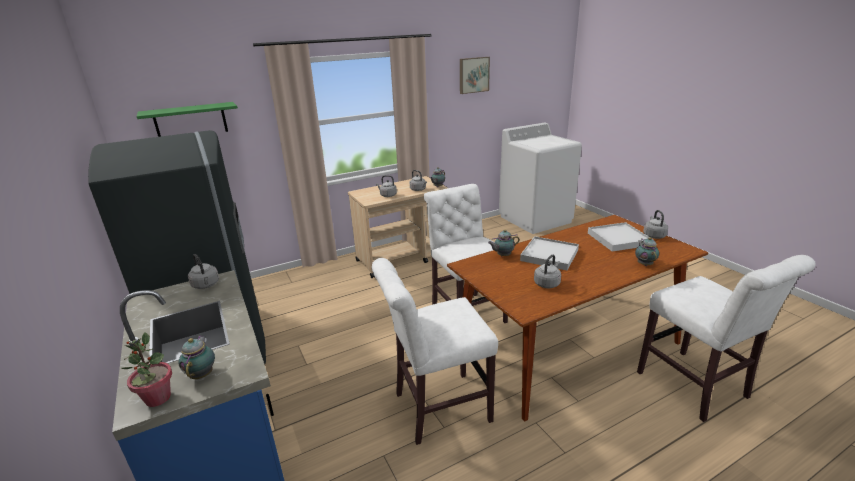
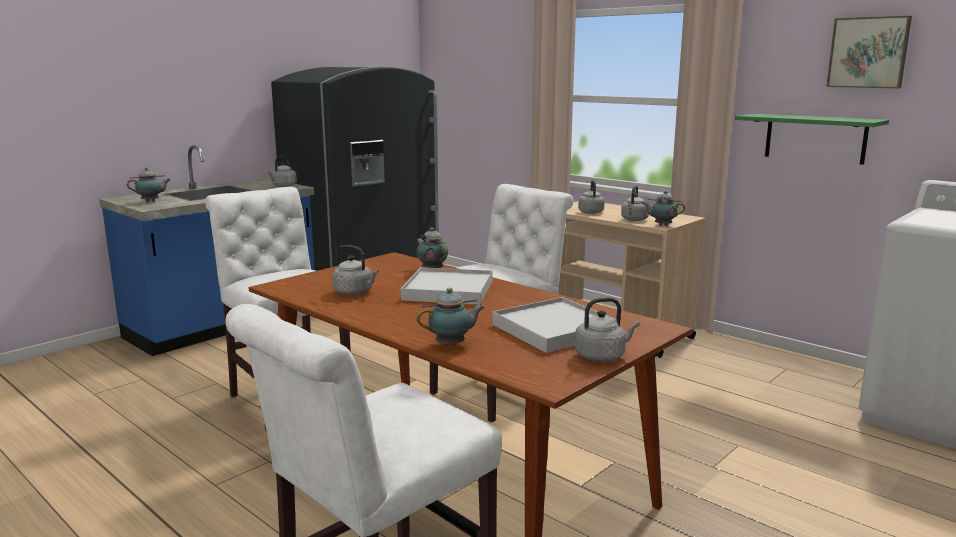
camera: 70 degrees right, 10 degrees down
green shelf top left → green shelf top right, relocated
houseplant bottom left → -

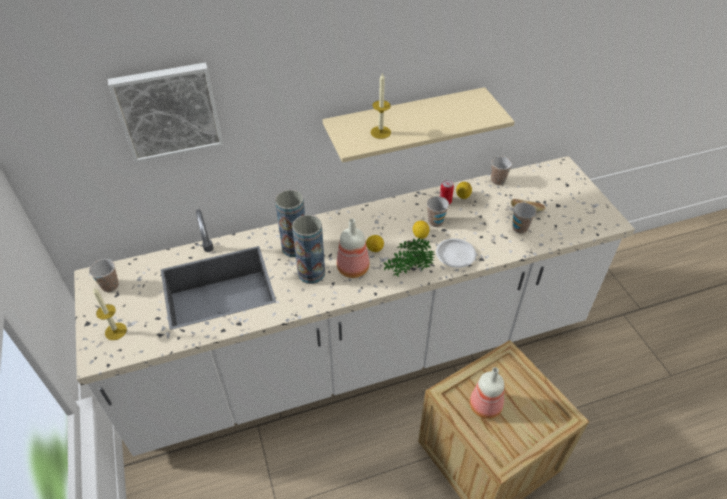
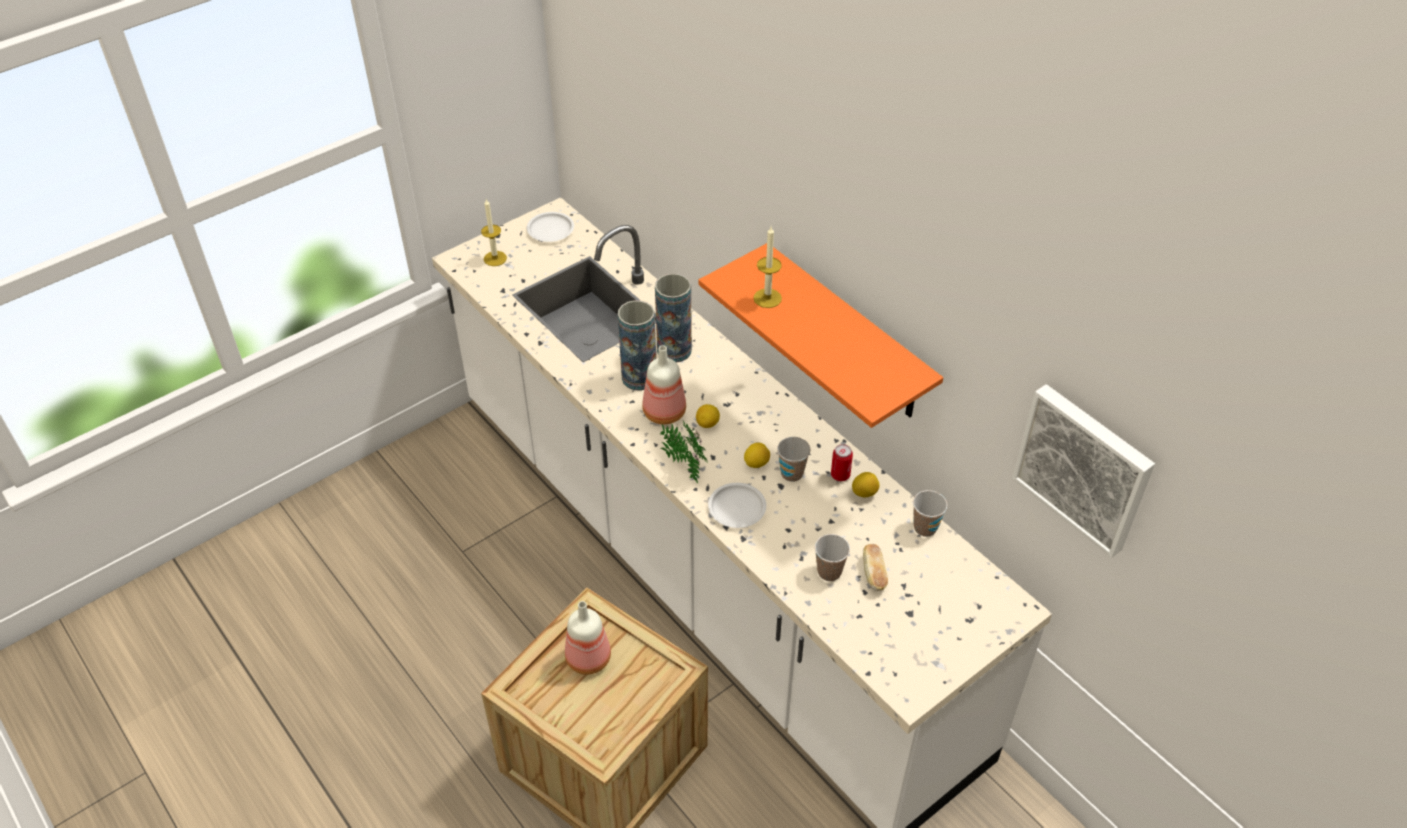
camera: 70 degrees right, 0 degrees up
cup (no. 1 from left) middle left → whitish plate (no. 1 from left) top centre
sand-coloured shelf top centre → orangey shelf centre
picture top left → picture middle right, relocated

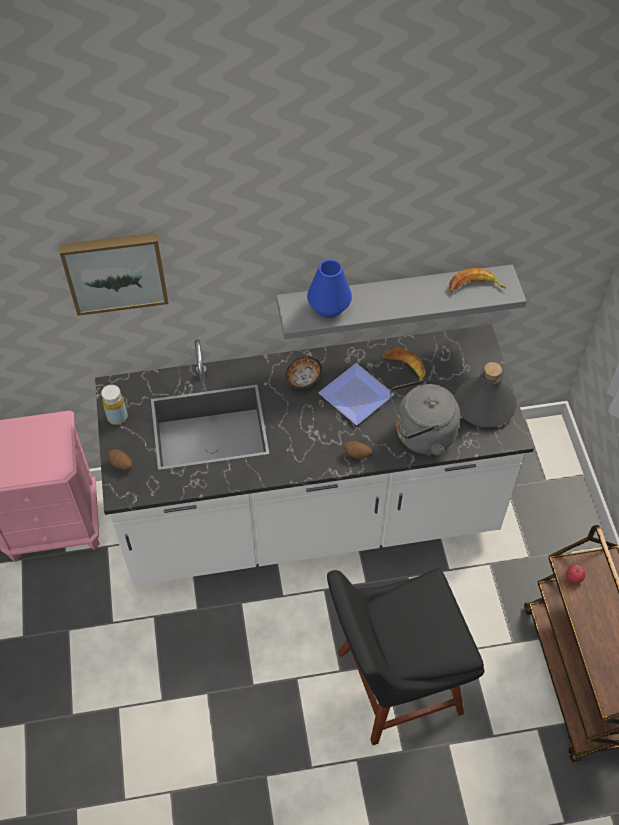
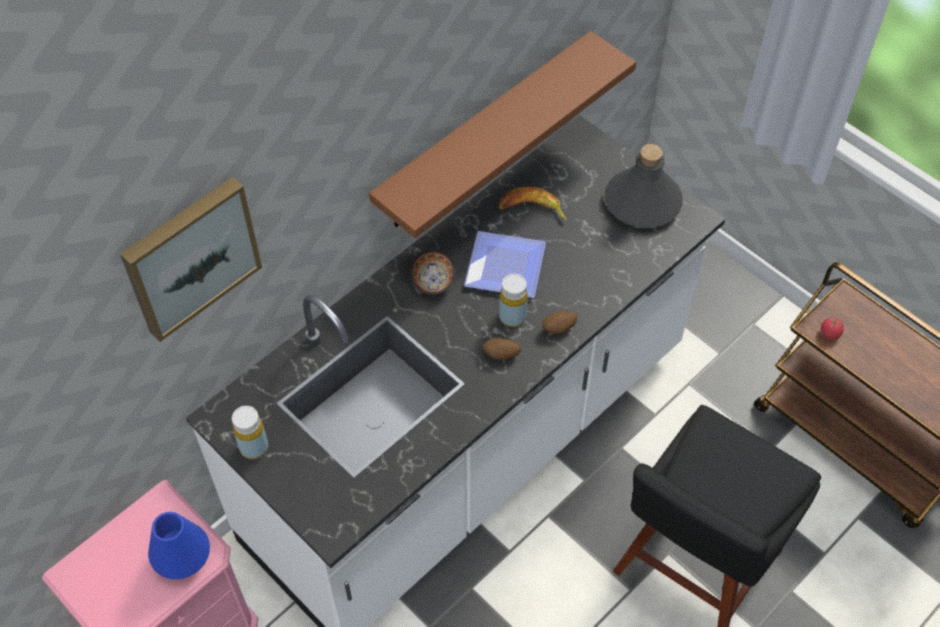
camera: 35 degrees left, 0 degrees up
bluish vase centre → bluish vase bottom left, relocated
greyish shelf centre → brownish shelf top centre
whole potato (no. 1 from left) middle left → whole potato (no. 1 from left) centre, relocated
- → yellow beverage bottle (no. 2 from left) centre
greyish water kettle middle right → -
whole banana (no. 2 from left) middle right → -

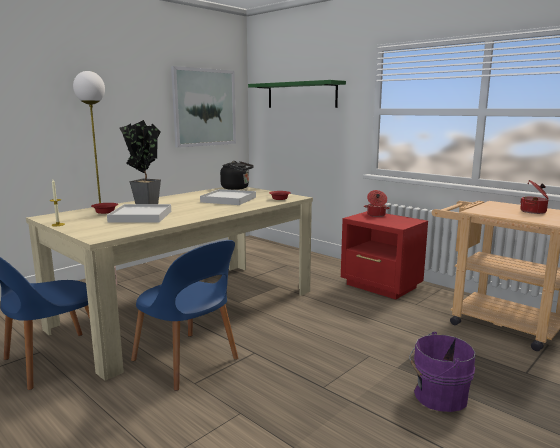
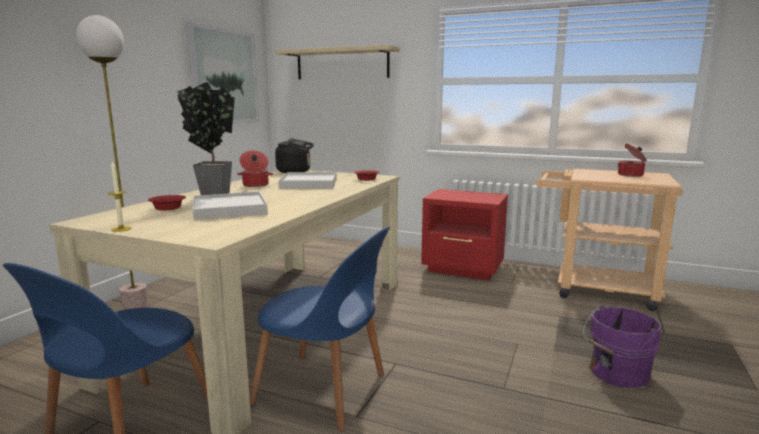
camera: 20 degrees left, 0 degrees up
cooking pot (no. 1 from left) middle right → cooking pot (no. 1 from left) centre, relocated
green shelf top centre → sand-coloured shelf top centre

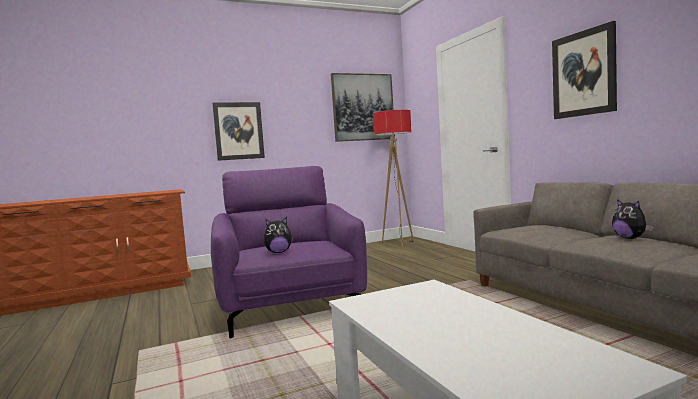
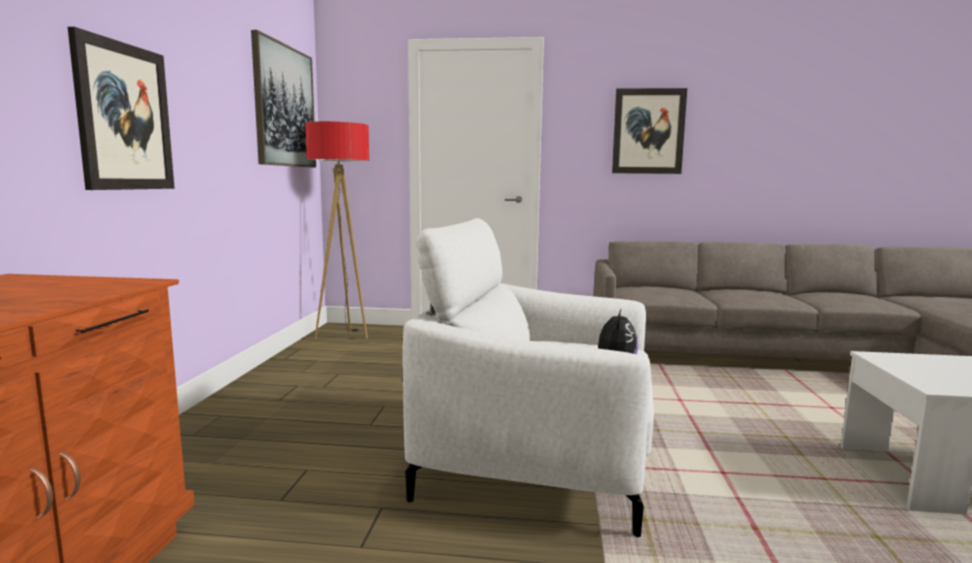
camera: 60 degrees left, 5 degrees up
purple-coloured armchair centre → whitish armchair bottom centre
plush toy (no. 2 from left) middle right → -

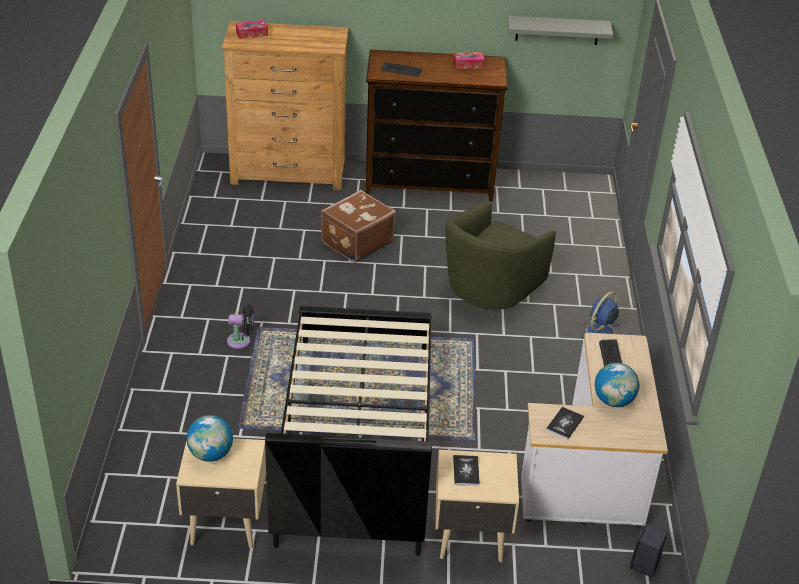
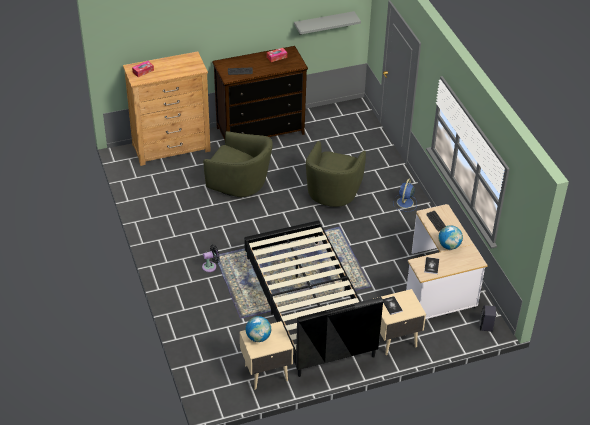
camera: 20 degrees left, 5 degrees up
brownish piece of luggage centre → green armchair (no. 1 from left) centre

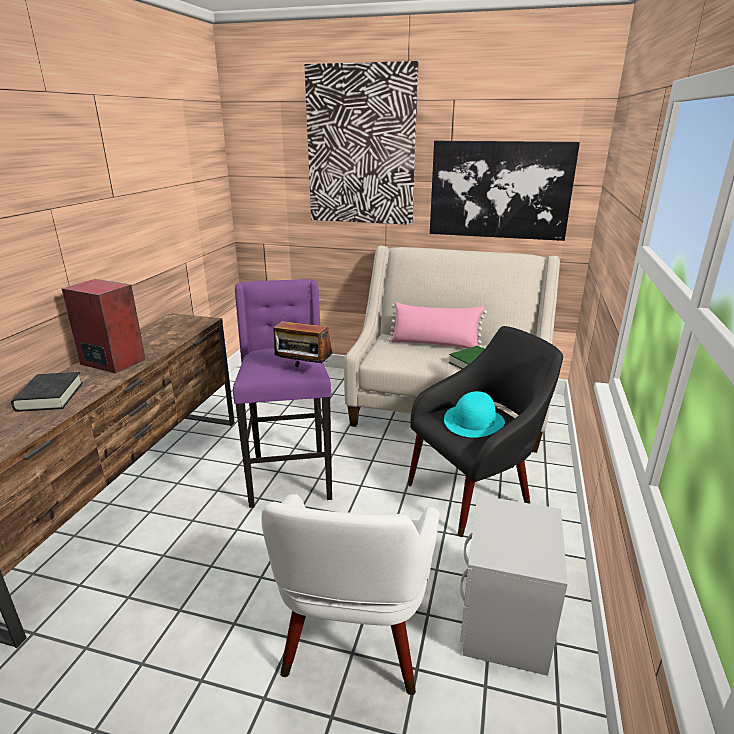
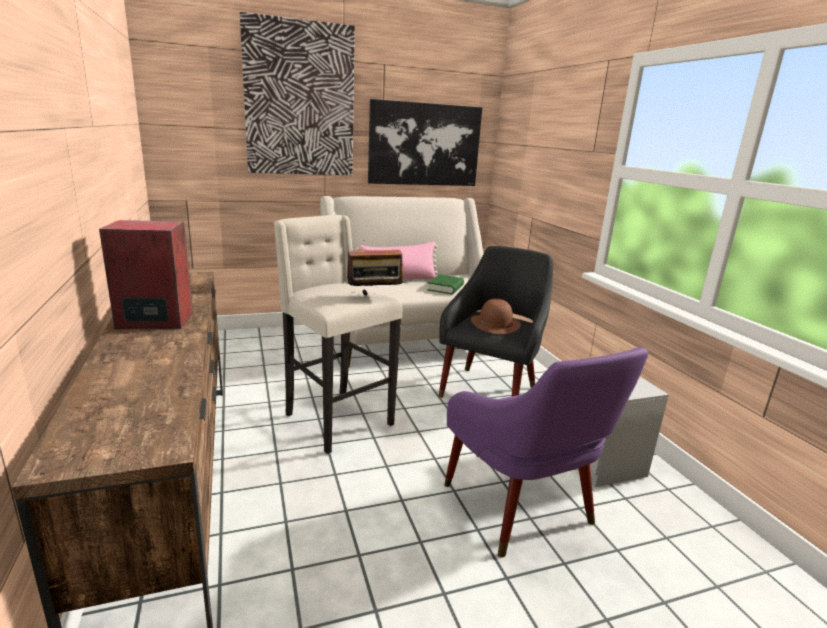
camera: 35 degrees left, 5 degrees down
purple-coloured stool centre → sand-coloured stool centre
whitish armchair bottom centre → purple-coloured armchair bottom centre
turquoise-coloured clothing hat centre → brownish clothing hat centre
black-coloured volume middle left → -

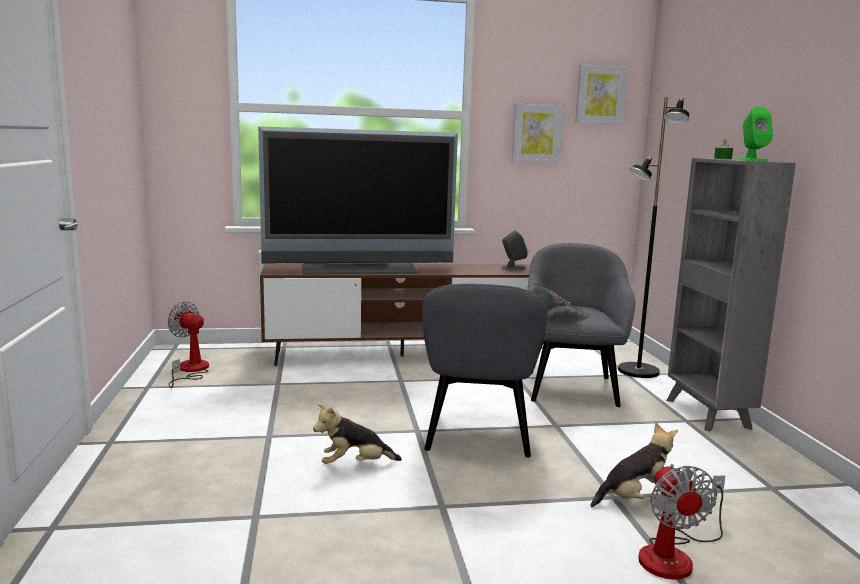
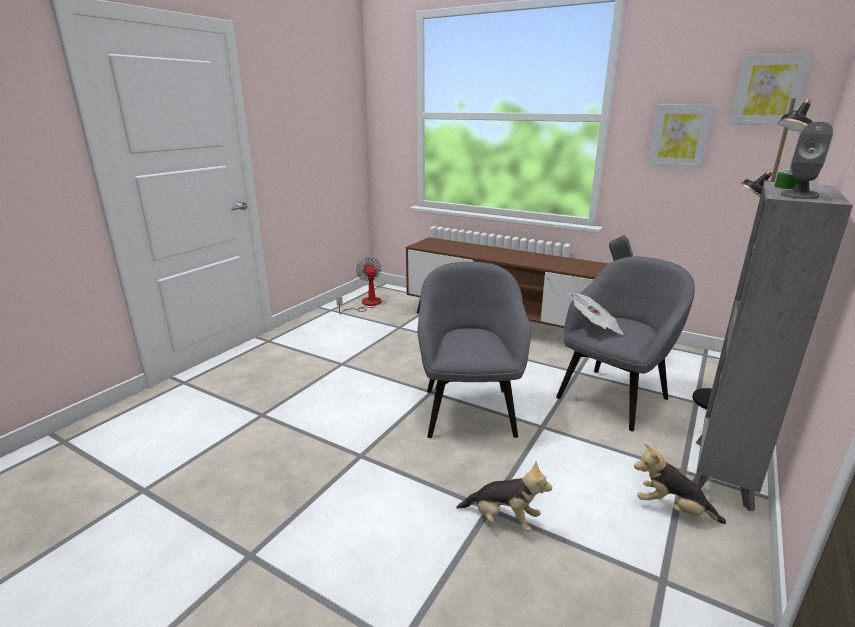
camera: 40 degrees right, 10 degrees up
greyish armchair (no. 1 from left) centre, 135 degrees clockwise
plush toy (no. 1 from left in the first image) bottom centre → plush toy (no. 2 from left) bottom right, relocated
green audio speaker top right → greyish audio speaker (no. 2 from left) top right
TV set centre → -
fan (no. 2 from left) bottom right → -

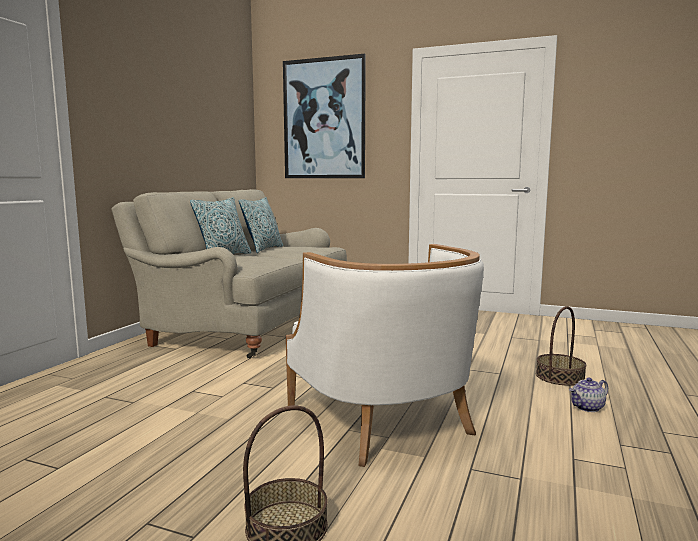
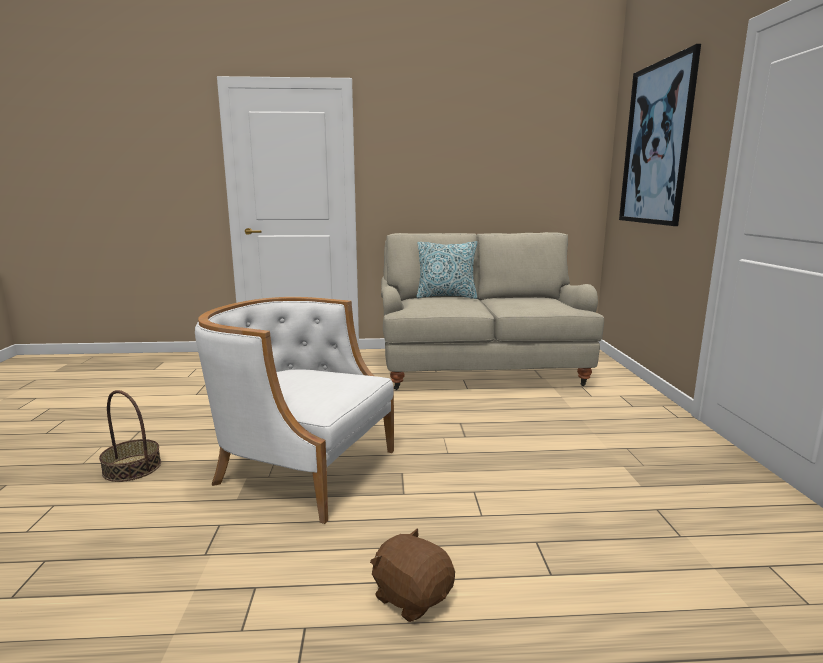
camera: 65 degrees right, 5 degrees up
whitish armchair centre, 75 degrees clockwise
tea pot bottom right → brownish plush toy bottom centre
cushion (no. 2 from left) centre → -
basket (no. 2 from left) middle right → -

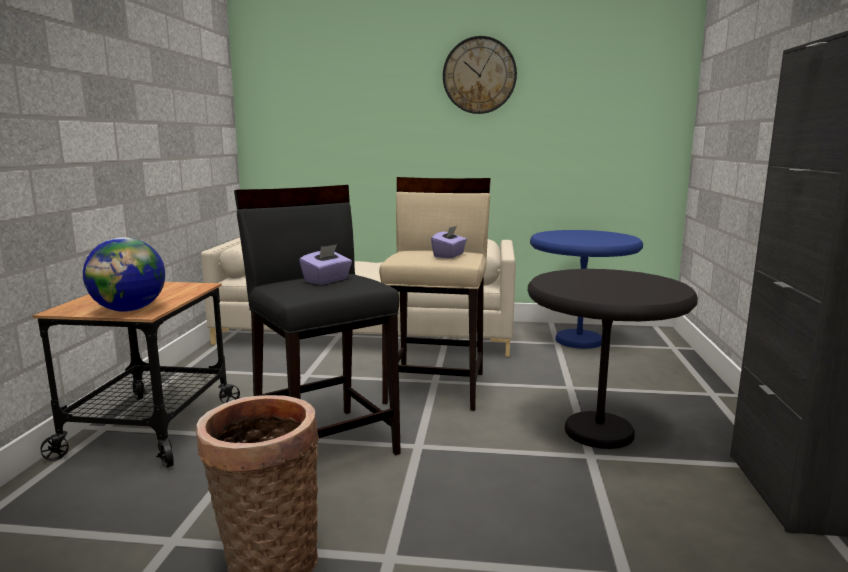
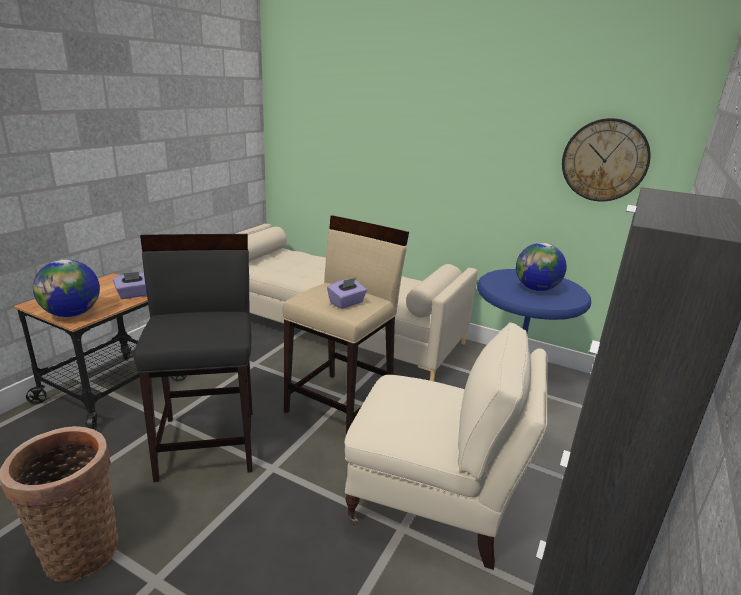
camera: 20 degrees right, 10 degrees up
purple-coloured box of tissues (no. 1 from left) centre → purple-coloured box of tissues (no. 1 from left) middle left, relocated
black-coloured end table middle right → sand-coloured armchair bottom centre
- → world globe (no. 2 from left) middle right
hanging clock top centre → hanging clock top right, relocated

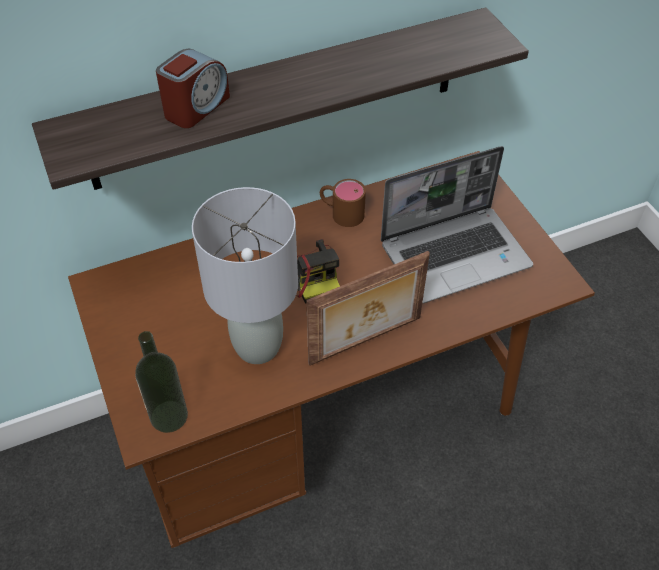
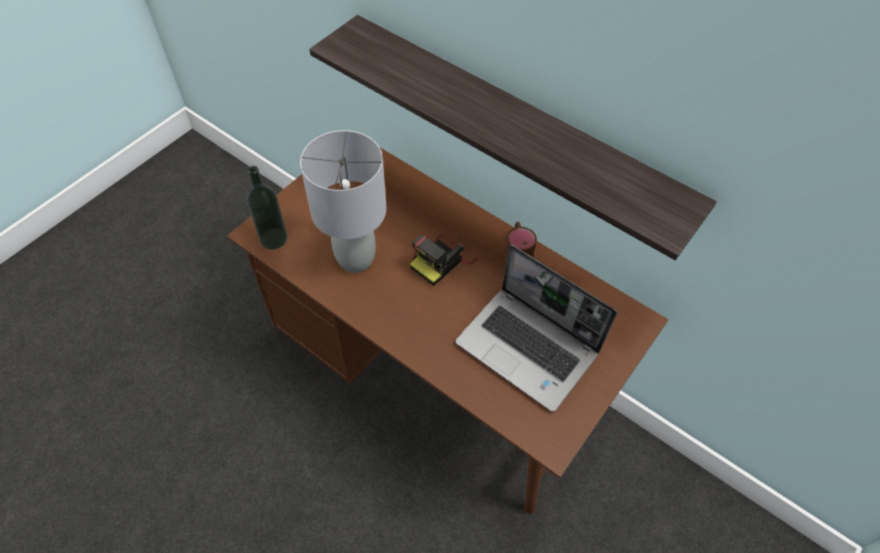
camera: 60 degrees right, 5 degrees up
table clock top left → -
standing frame centre → -

